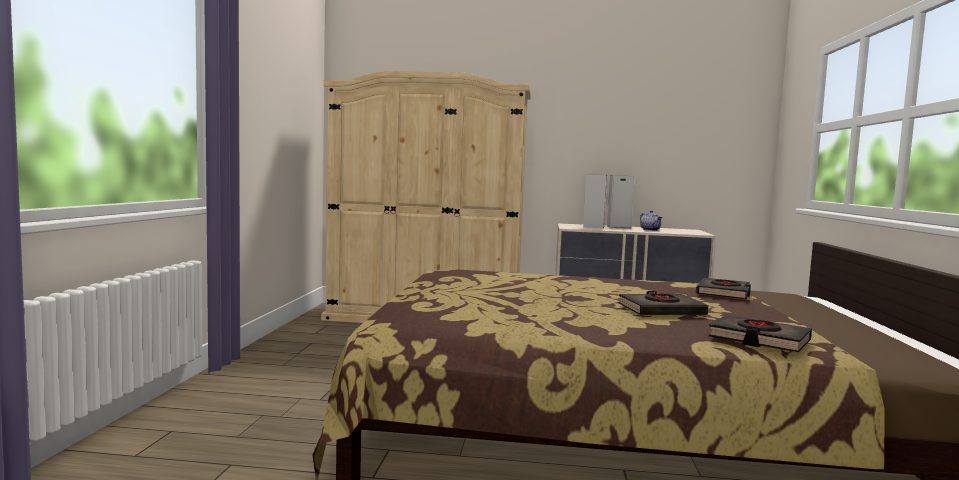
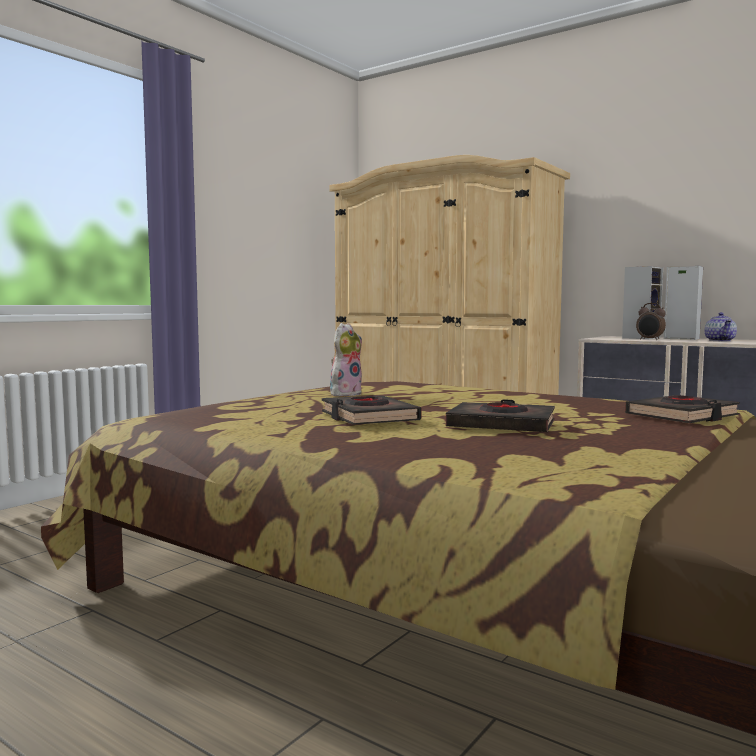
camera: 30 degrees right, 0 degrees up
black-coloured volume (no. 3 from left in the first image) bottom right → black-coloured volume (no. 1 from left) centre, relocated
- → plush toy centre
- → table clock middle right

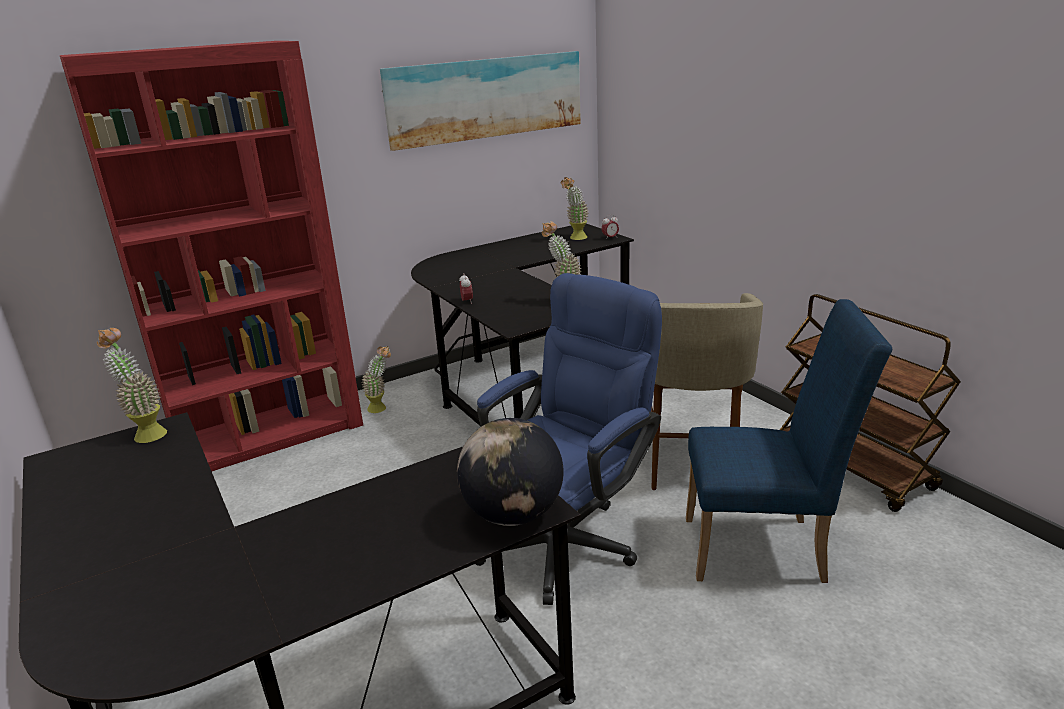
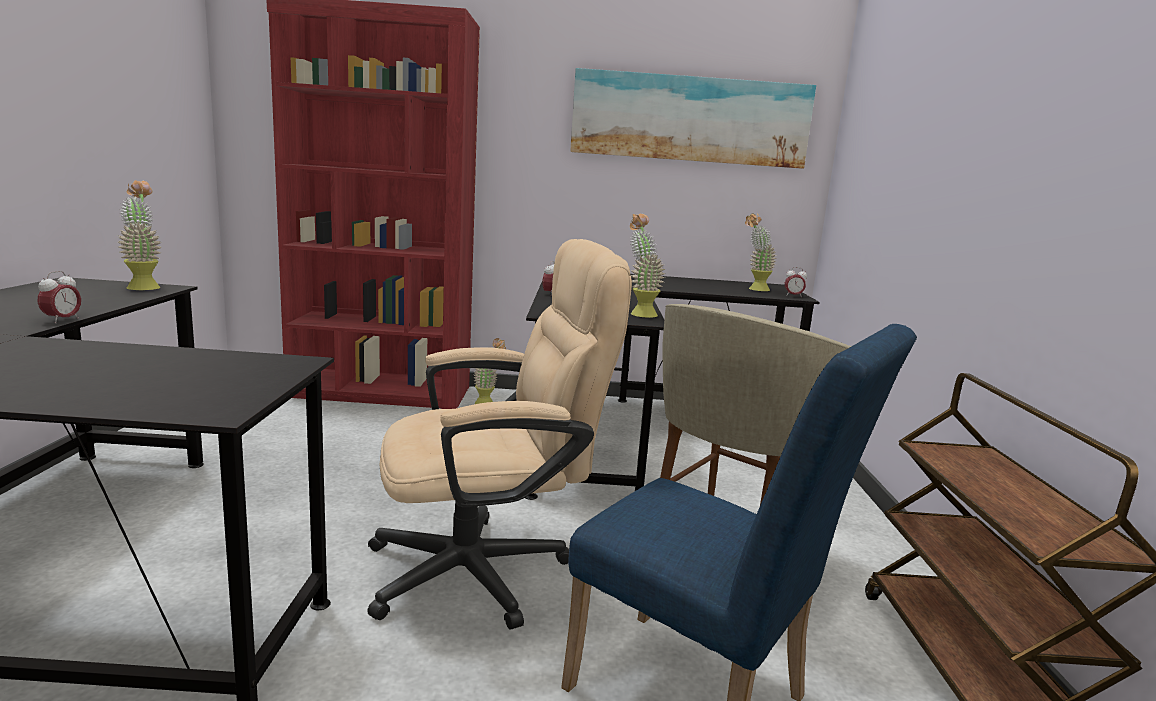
camera: 30 degrees right, 10 degrees down
- → table clock (no. 1 from left) middle left
bluish office chair centre → sand-coloured office chair centre
world globe centre → -

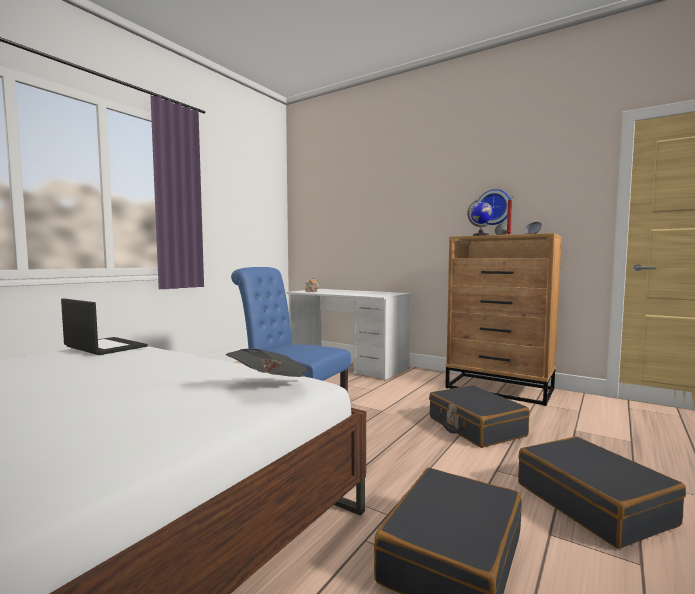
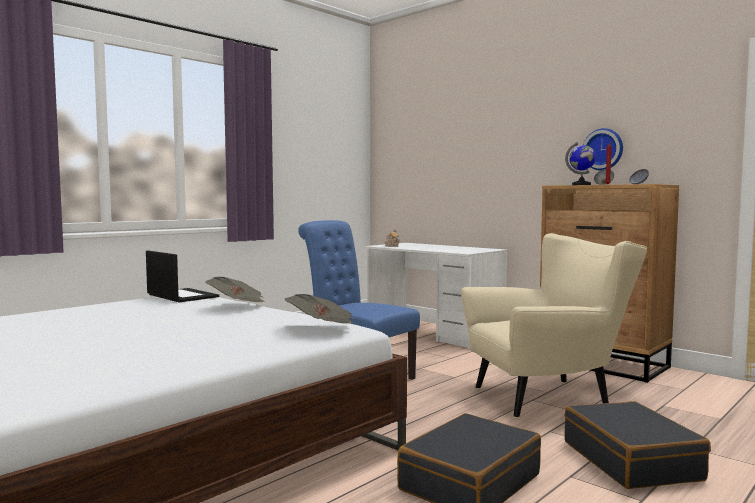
camera: 10 degrees right, 0 degrees up
- → newspaper (no. 1 from left) middle left
black-coloured piece of luggage (no. 2 from left) bottom right → sand-coloured armchair middle right

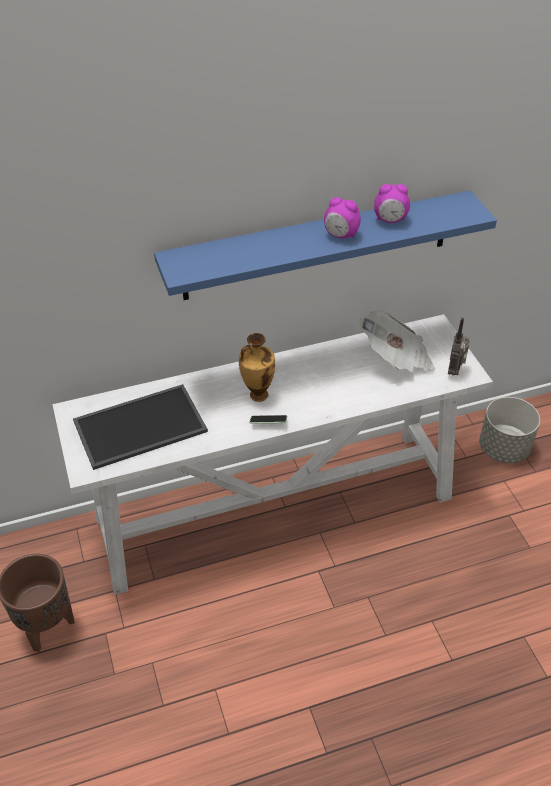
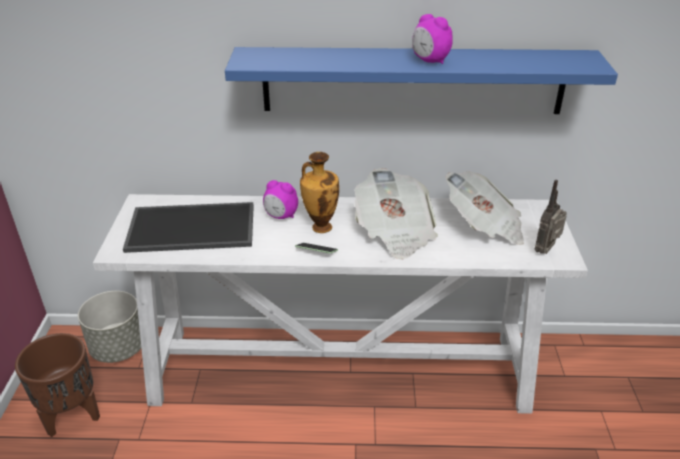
camera: 20 degrees right, 10 degrees down
greyish planter middle right → greyish planter bottom left, relocated
table clock (no. 2 from left in the first image) top right → table clock (no. 1 from left) centre, relocated
- → newspaper (no. 1 from left) centre

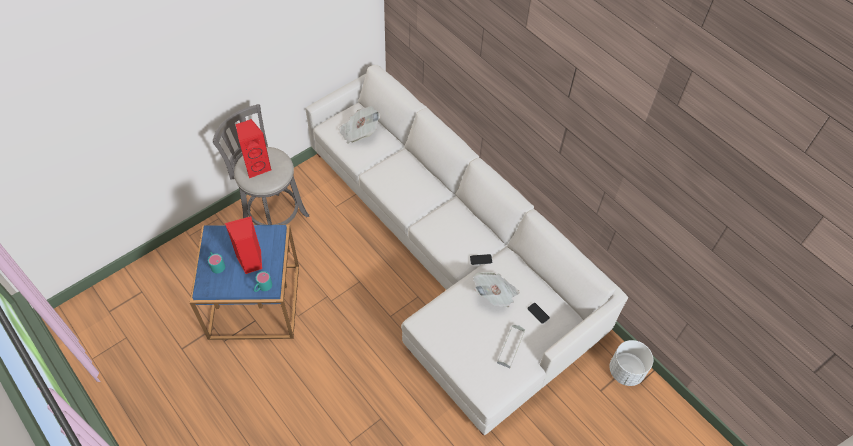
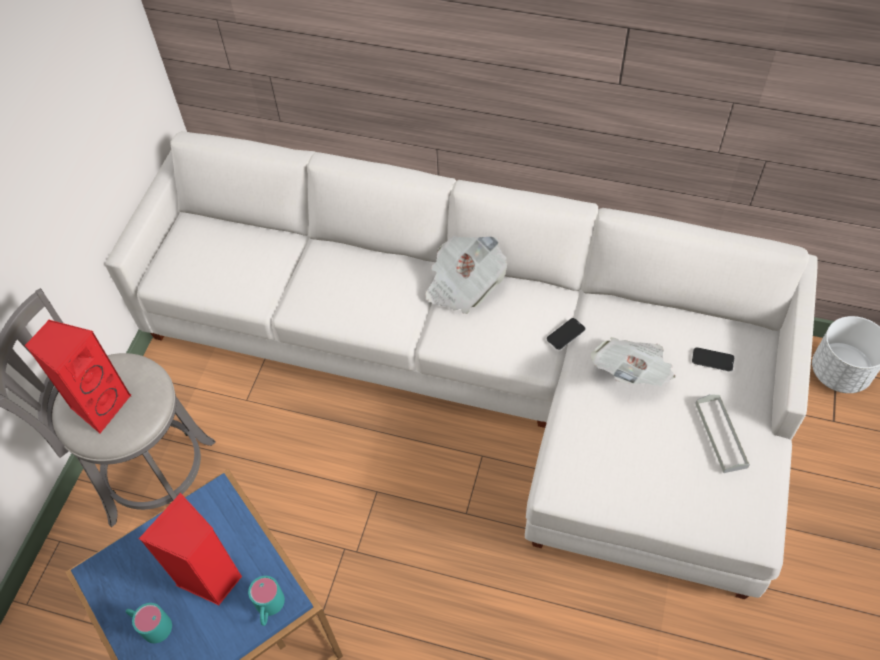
camera: 30 degrees left, 0 degrees up
newspaper (no. 1 from left) top centre → newspaper (no. 1 from left) centre, relocated

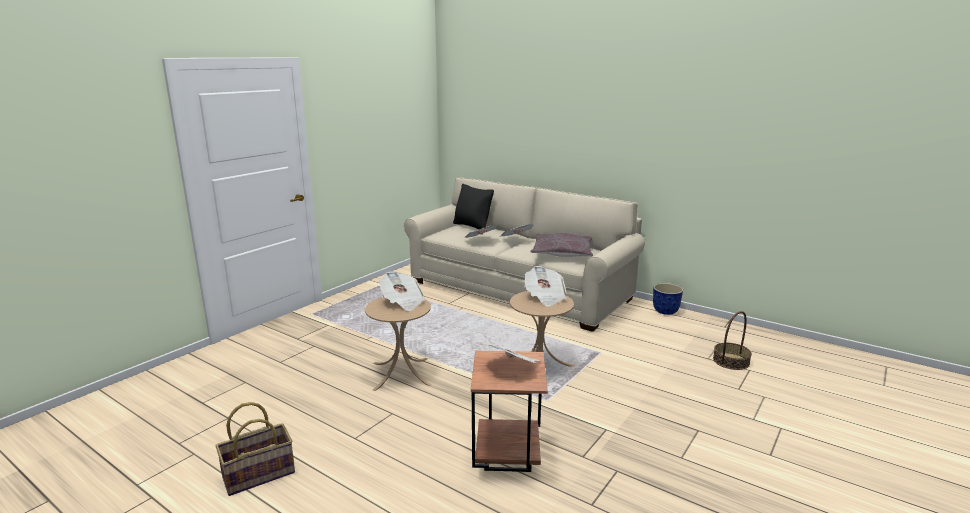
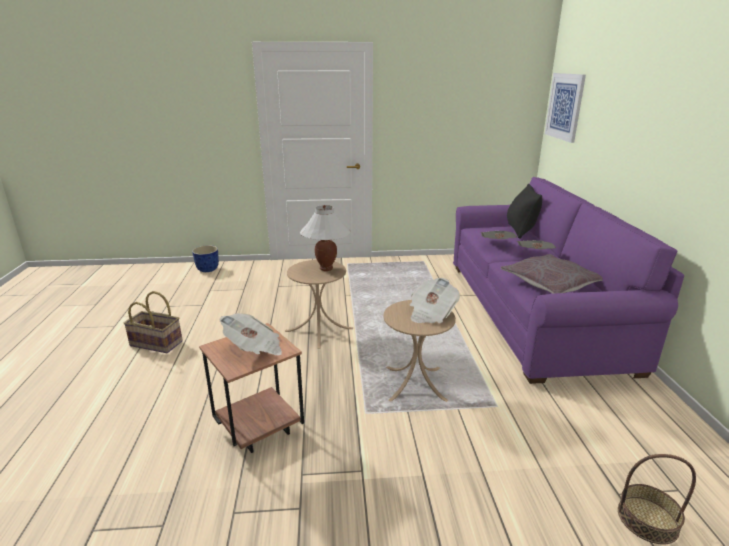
camera: 50 degrees right, 5 degrees up
planter middle right → planter middle left, relocated
newspaper (no. 1 from left) centre → whitish table lamp centre
sand-coloured settee centre → purple-coloured settee middle right
- → picture top right

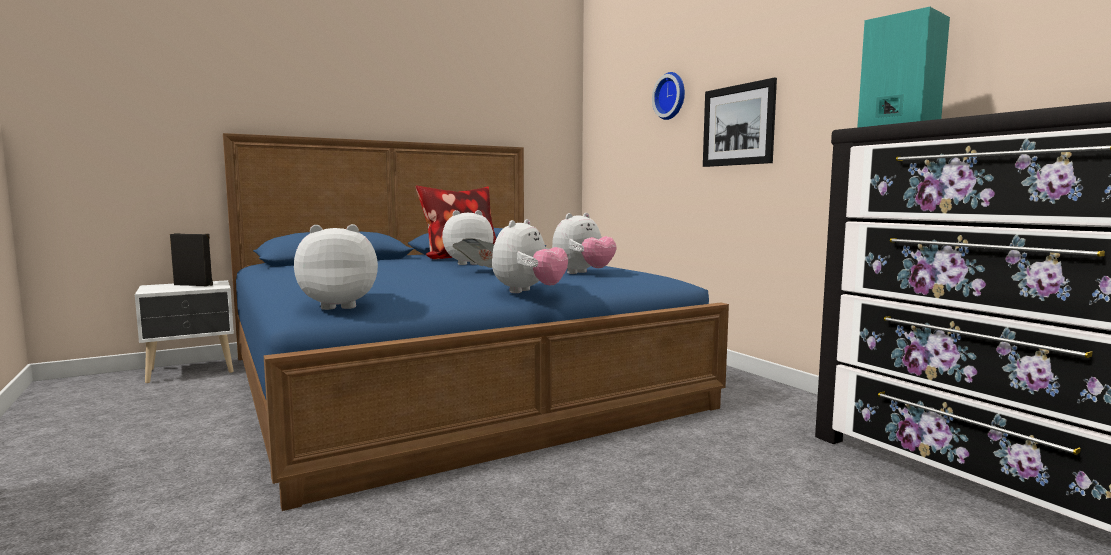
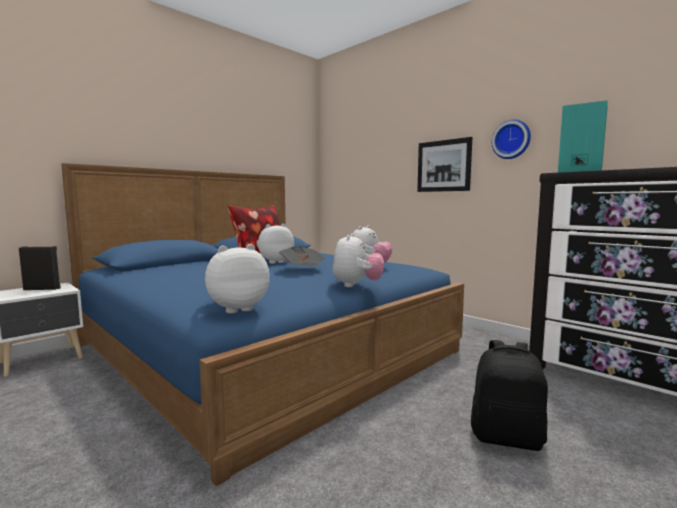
camera: 15 degrees left, 0 degrees up
- → black-coloured rucksack bottom right
hanging clock top centre → hanging clock top right, relocated

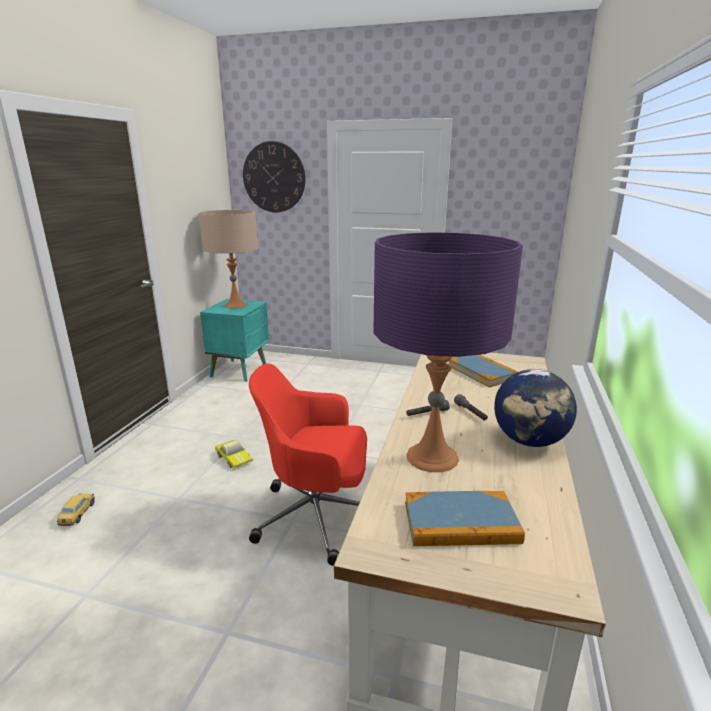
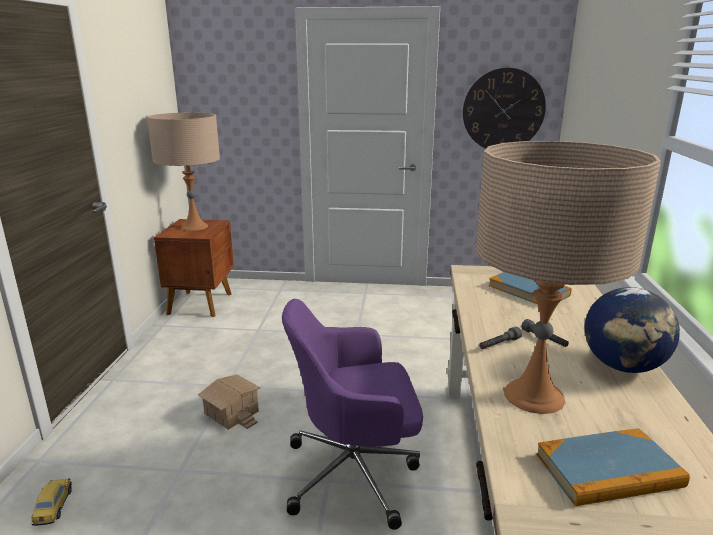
camera: 10 degrees left, 0 degrees up
turquoise-coloured nightstand middle left → brownish nightstand middle left
model car (no. 2 from left) middle left → toy house bottom left
red-coloured office chair centre → purple-coloured office chair bottom centre
hanging clock top centre → hanging clock top right, relocated
purple-coloured table lamp centre → sand-coloured table lamp (no. 2 from left) middle right

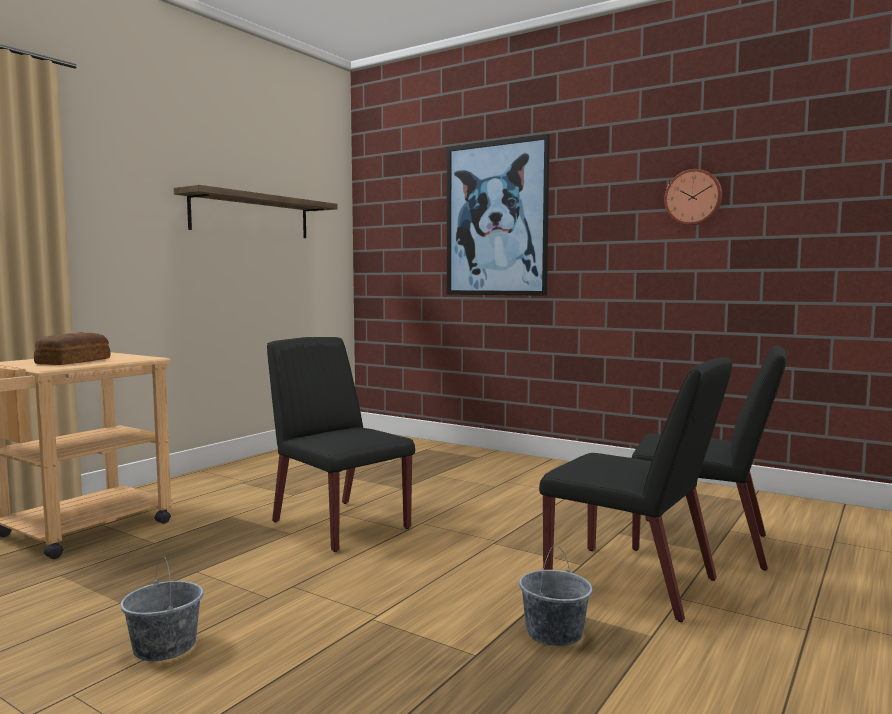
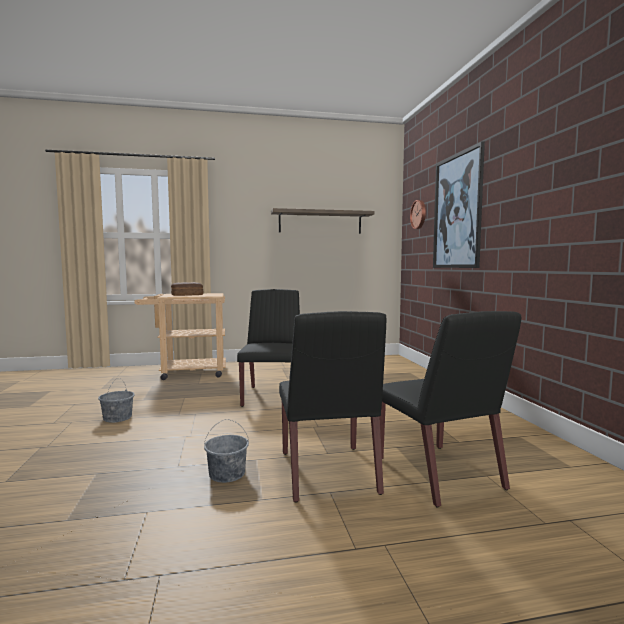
camera: 45 degrees right, 0 degrees up
hanging clock top right → hanging clock middle right, relocated

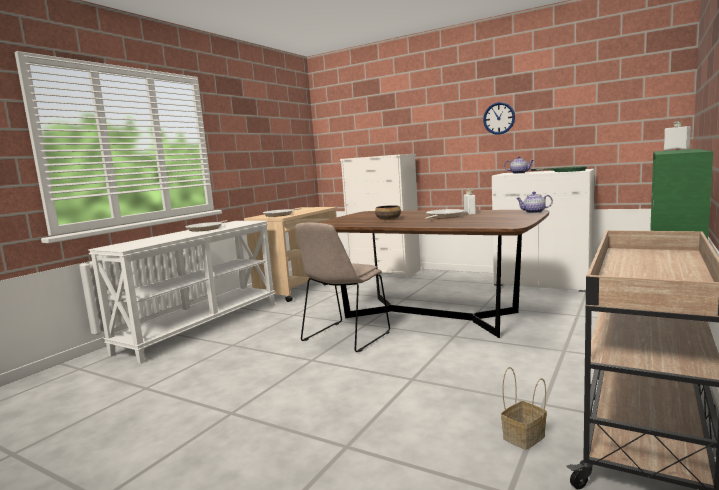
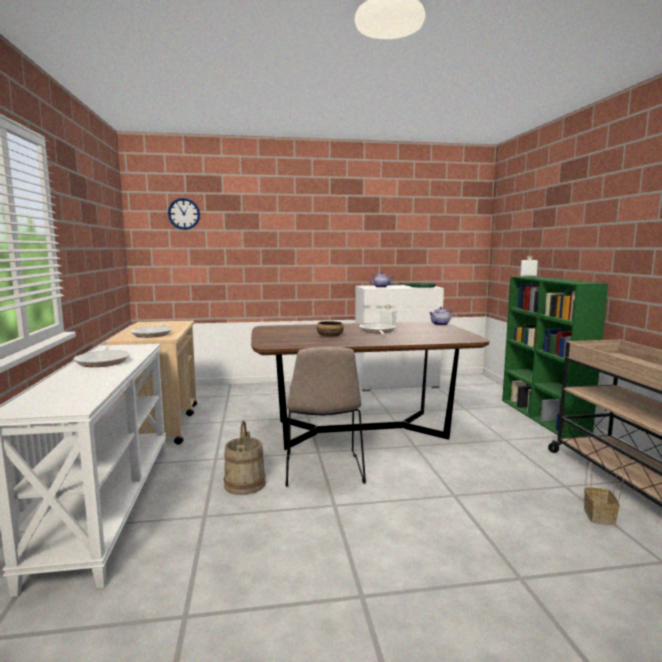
camera: 40 degrees left, 0 degrees up
hanging clock top right → hanging clock top left, relocated
- → sand-coloured water bucket bottom centre
whitish drawer chest centre → -

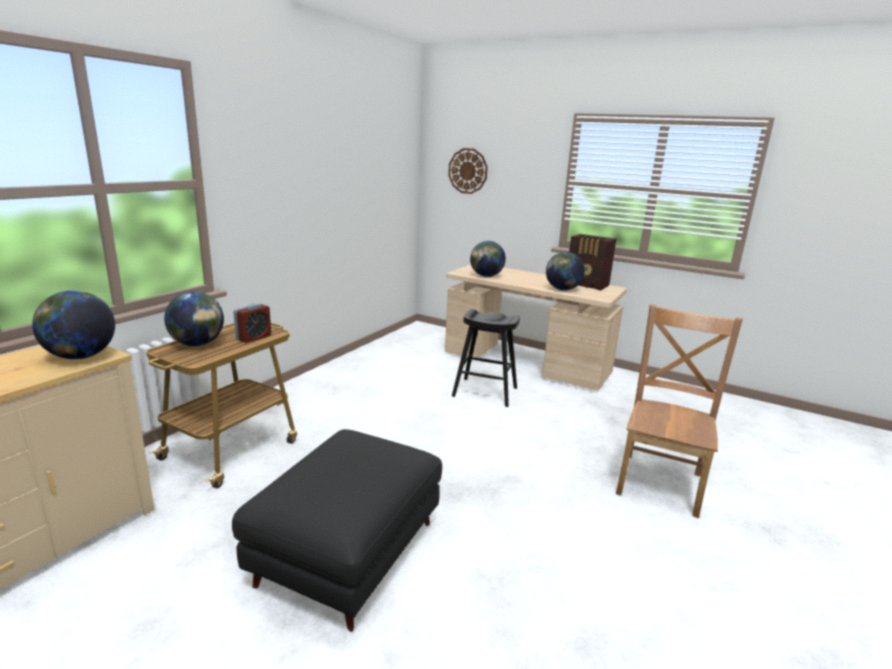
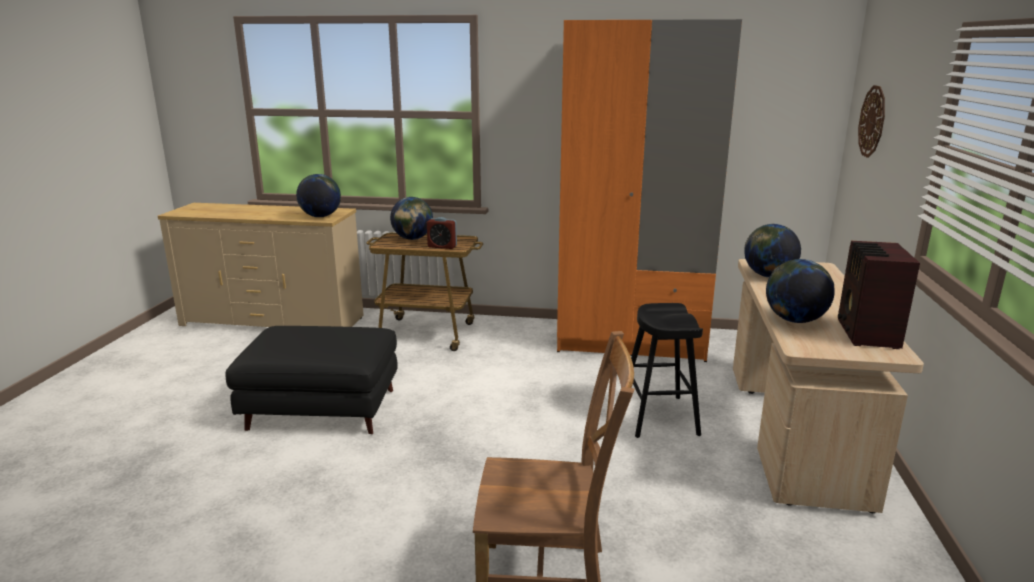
camera: 70 degrees right, 0 degrees up
- → orangey armoire top centre

